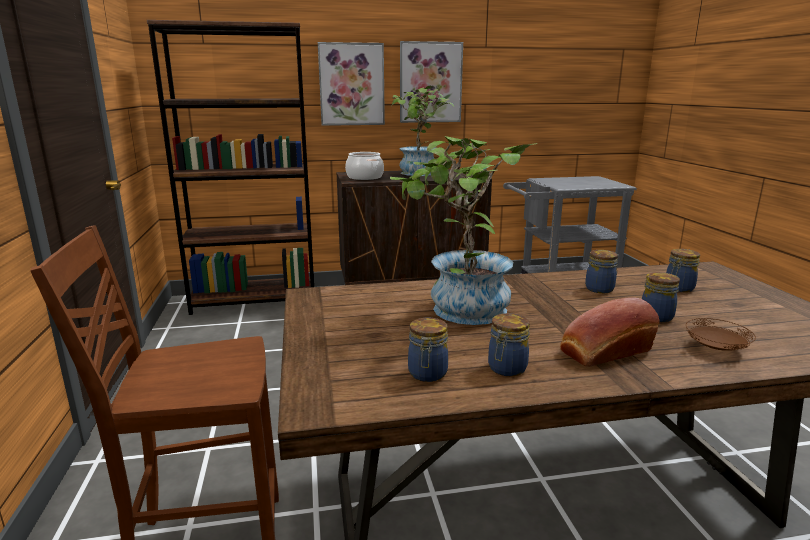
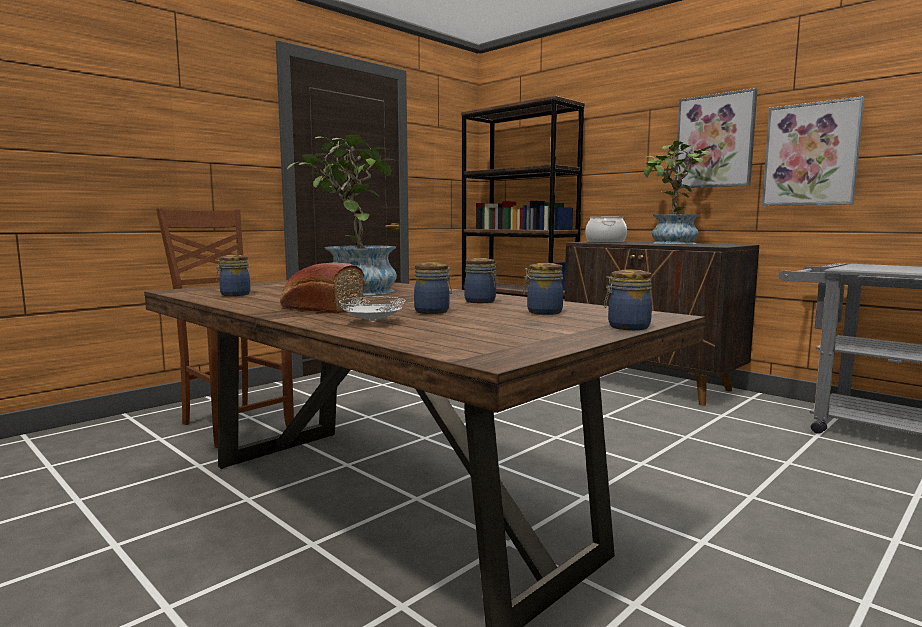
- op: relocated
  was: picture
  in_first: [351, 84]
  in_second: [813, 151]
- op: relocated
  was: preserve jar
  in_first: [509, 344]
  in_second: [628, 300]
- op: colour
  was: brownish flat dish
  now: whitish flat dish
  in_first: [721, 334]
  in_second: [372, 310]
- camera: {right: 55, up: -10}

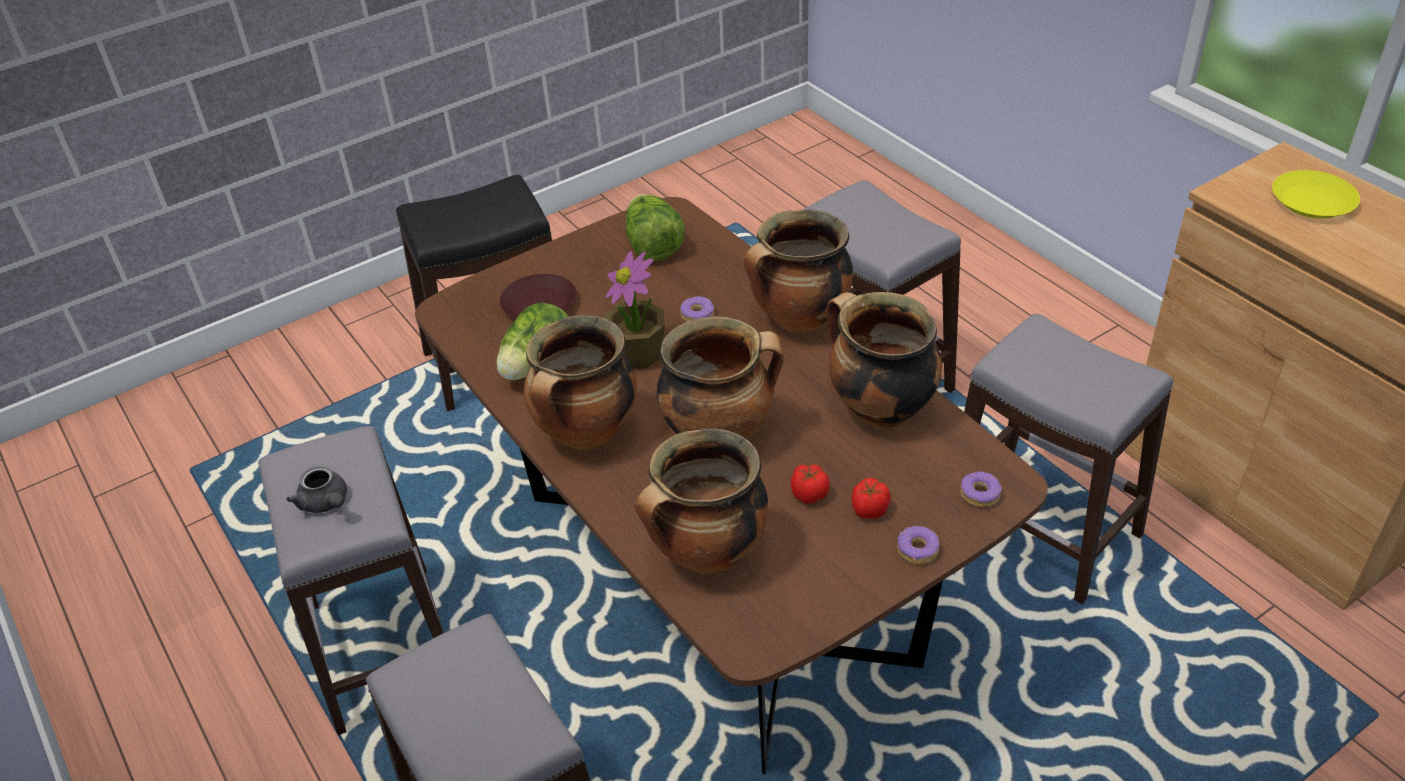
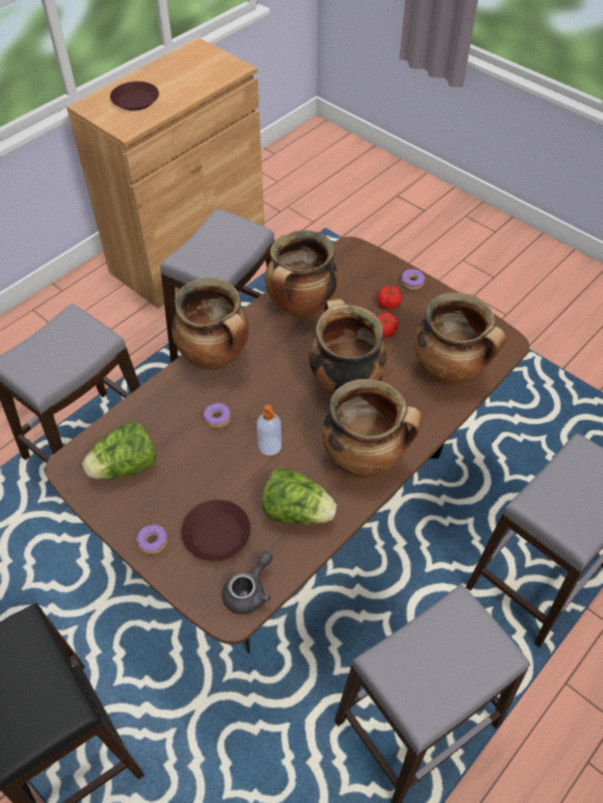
- op: relocated
  was: greyish pot for tea
  in_first: [317, 489]
  in_second: [247, 582]
- op: relocated
  was: donut
  in_first: [981, 489]
  in_second: [152, 539]
- op: exchanged
  was: plant in a pot
  now: soap bottle
  in_first: [634, 310]
  in_second: [269, 430]
- op: colour
  was: yellowish flat dish
  now: brownish flat dish
  in_first: [1316, 194]
  in_second: [134, 96]
- camera: {right: -105, up: 10}

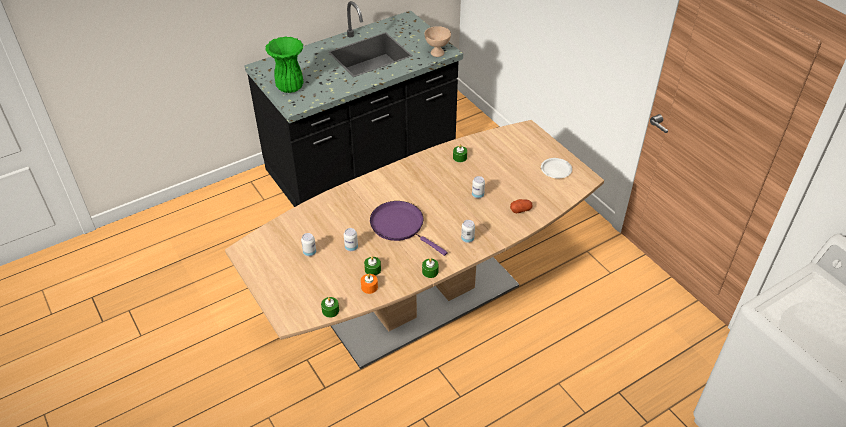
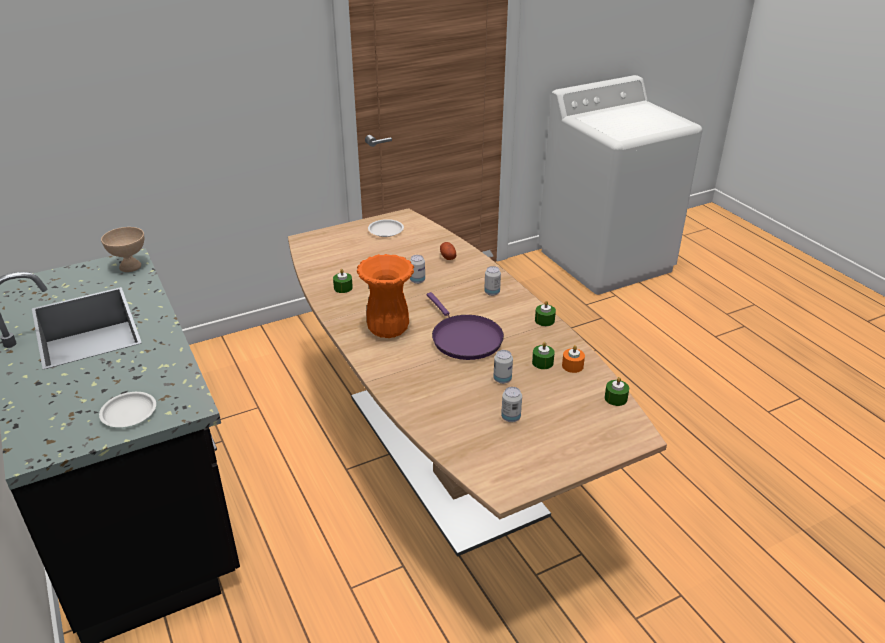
- op: appeared
  now: orange decorative vase
  in_second: [385, 296]
- op: exchanged
  was: green-coloured decorative vase
  now: whitish flat dish
  in_first: [284, 65]
  in_second: [127, 409]
- op: spun
  was: purple skillet
  in_first: [408, 228]
  in_second: [465, 326]
  clockwise: -75
- camera: {right: -85, up: -10}

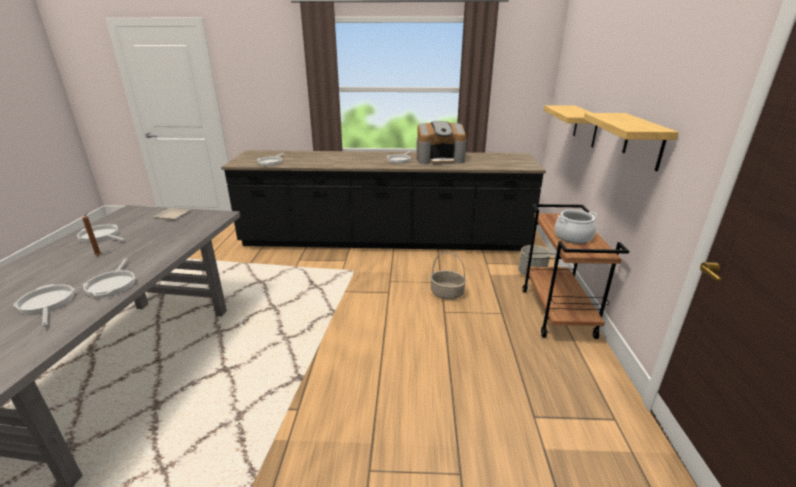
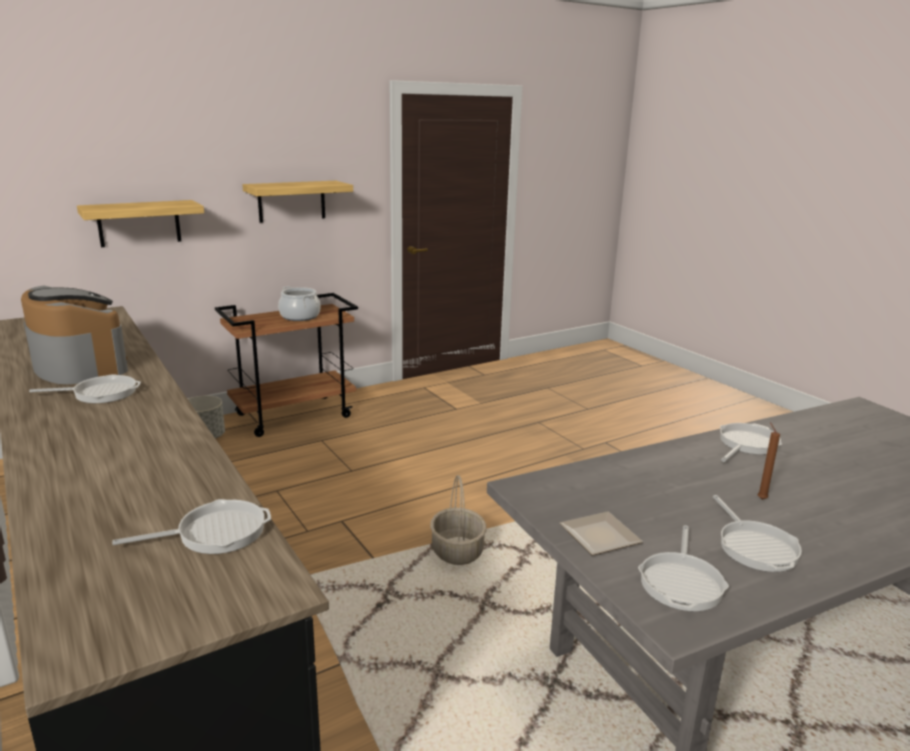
- op: relocated
  was: skillet
  in_first: [44, 305]
  in_second: [683, 568]
- op: relocated
  was: storage basket
  in_first: [448, 275]
  in_second: [458, 520]
- camera: {right: -125, up: -5}

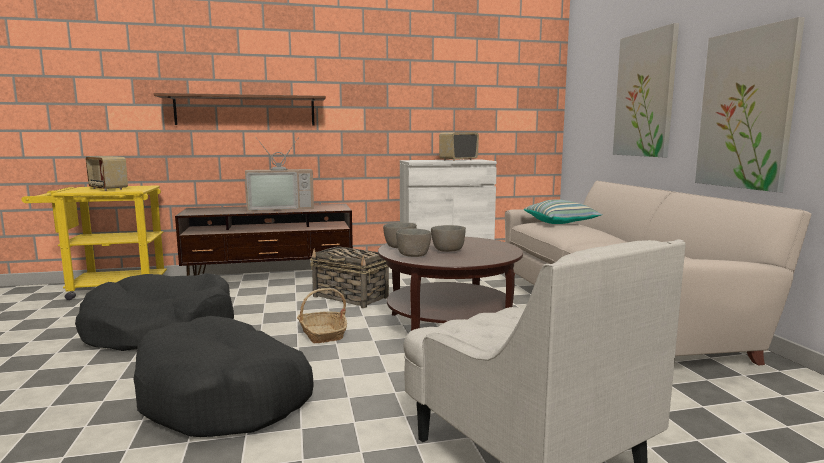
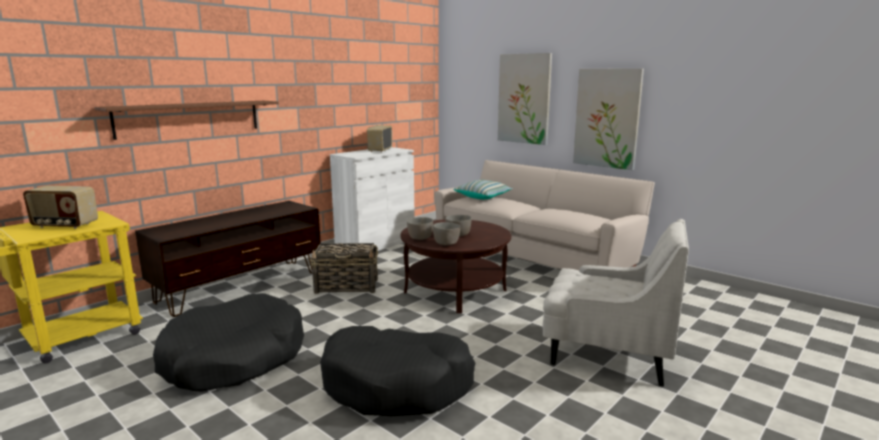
- op: missing
  was: TV
  in_first: [279, 174]
- op: missing
  was: storage basket
  in_first: [322, 315]
- camera: {right: -35, up: 5}

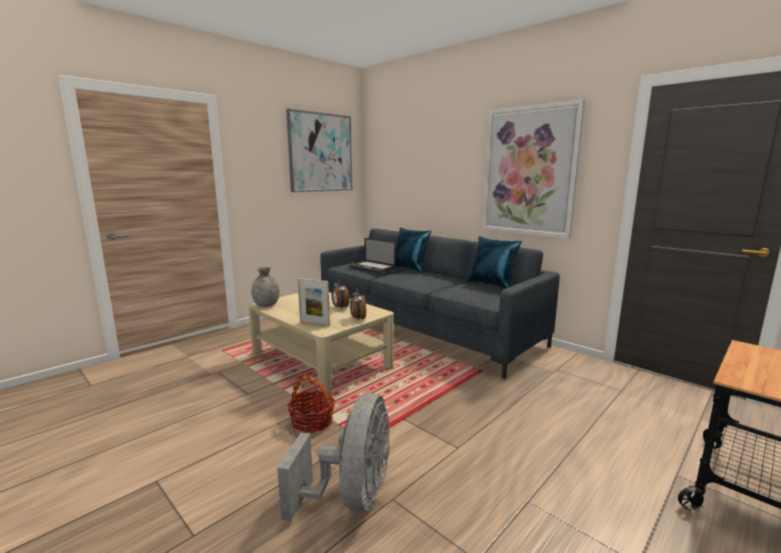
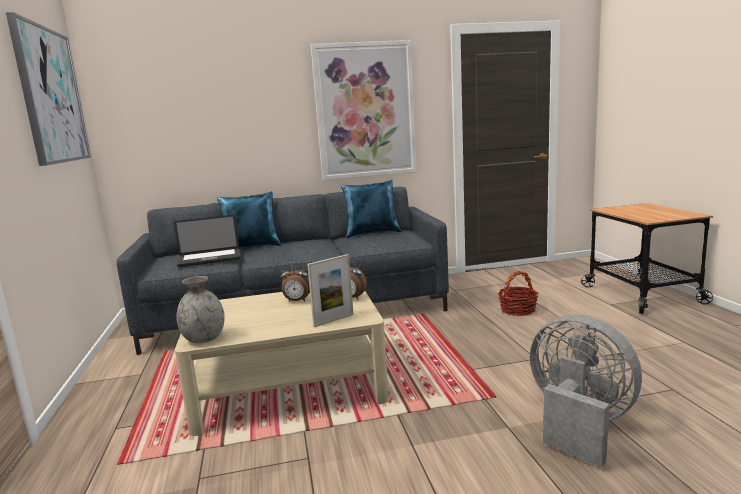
- op: relocated
  was: storage basket
  in_first: [311, 404]
  in_second: [518, 293]
- camera: {right: -55, up: 0}

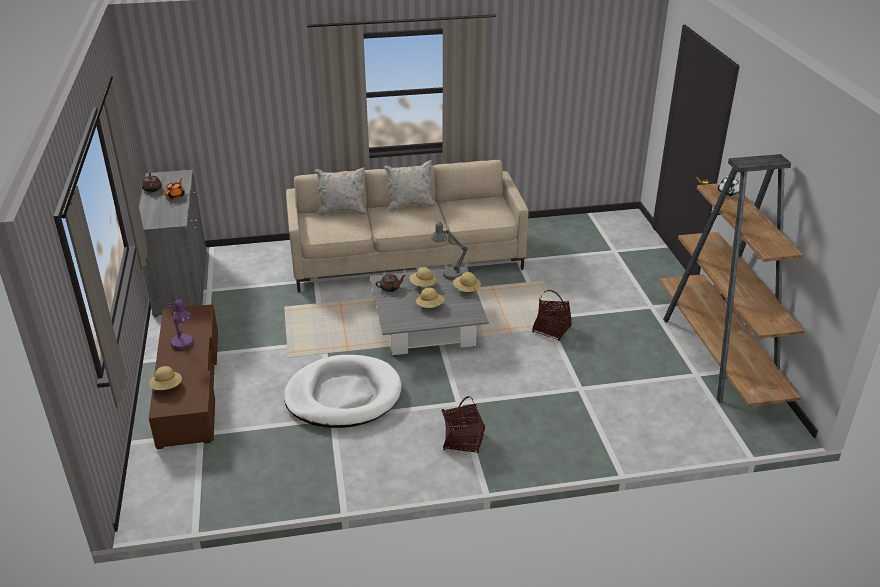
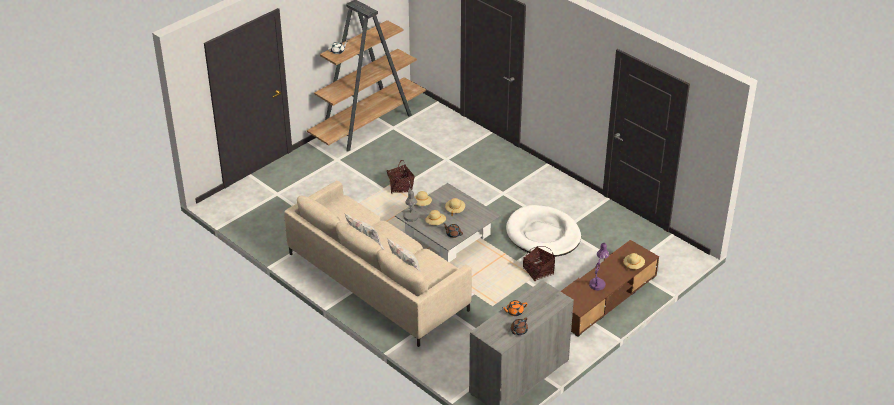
- op: relocated
  was: storage basket
  in_first: [463, 424]
  in_second: [539, 264]
- camera: {right: -125, up: 5}

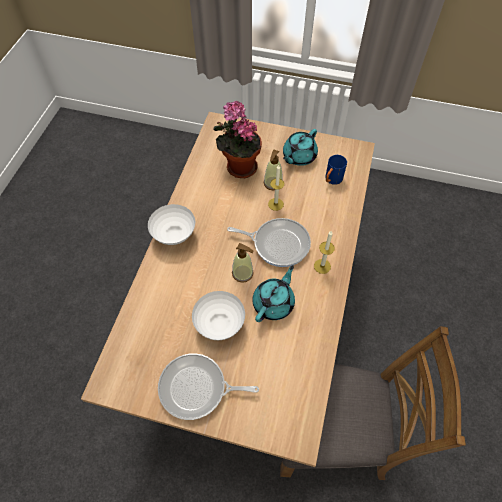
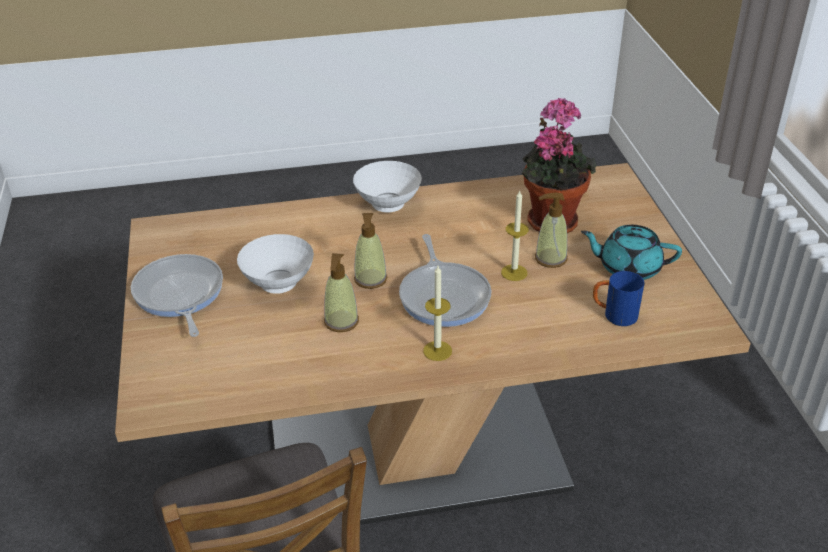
- op: exchanged
  was: turquoise-coloured pot for tea
  now: soap bottle
  in_first: [273, 293]
  in_second: [341, 292]
- camera: {right: 65, up: -20}

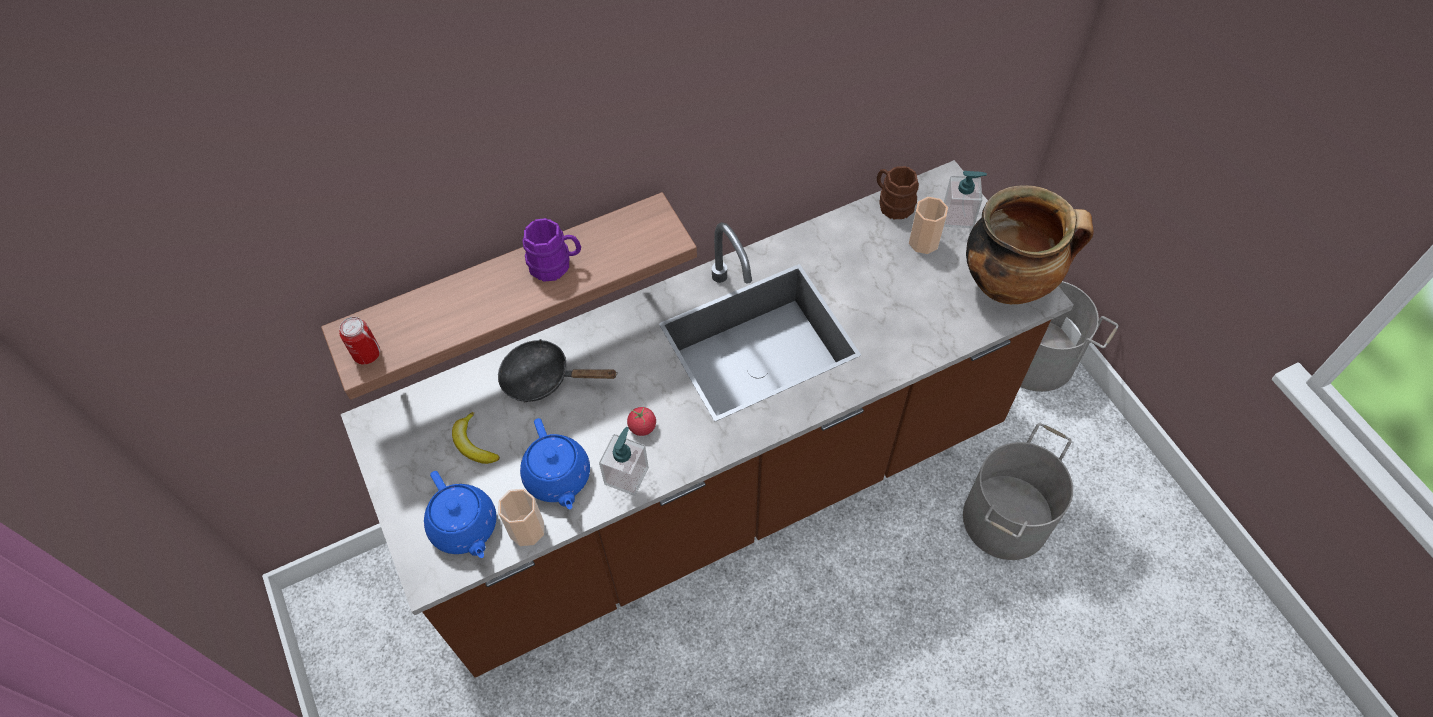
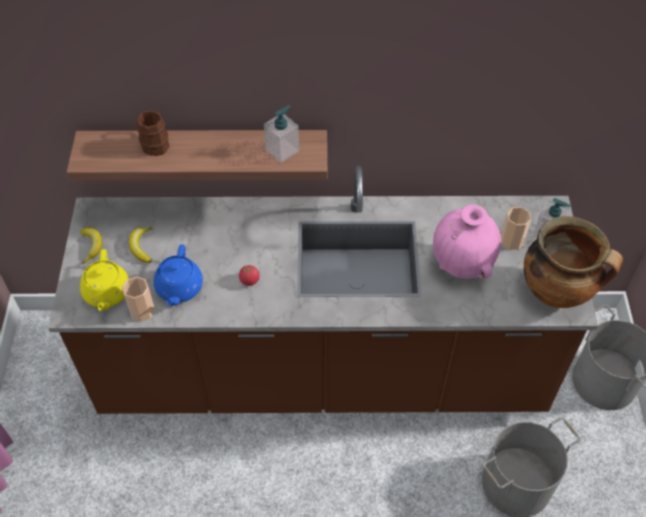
- op: missing
  was: metal can
  in_first: [359, 340]
- op: missing
  was: black skillet
  in_first: [558, 370]
- op: missing
  was: purple coffee mug
  in_first: [551, 250]
- op: appeared
  now: whole banana
  in_second: [91, 246]
- op: appeared
  now: pink-coloured decorative vase
  in_second: [467, 241]
- op: relocated
  was: soap bottle
  in_first: [624, 461]
  in_second: [281, 134]
- op: relocated
  was: brownish coffee mug
  in_first: [898, 192]
  in_second: [152, 133]
- op: colour
  was: blue pot for tea
  now: yellowish pot for tea
  in_first: [460, 514]
  in_second: [104, 280]
- camera: {right: 25, up: -5}

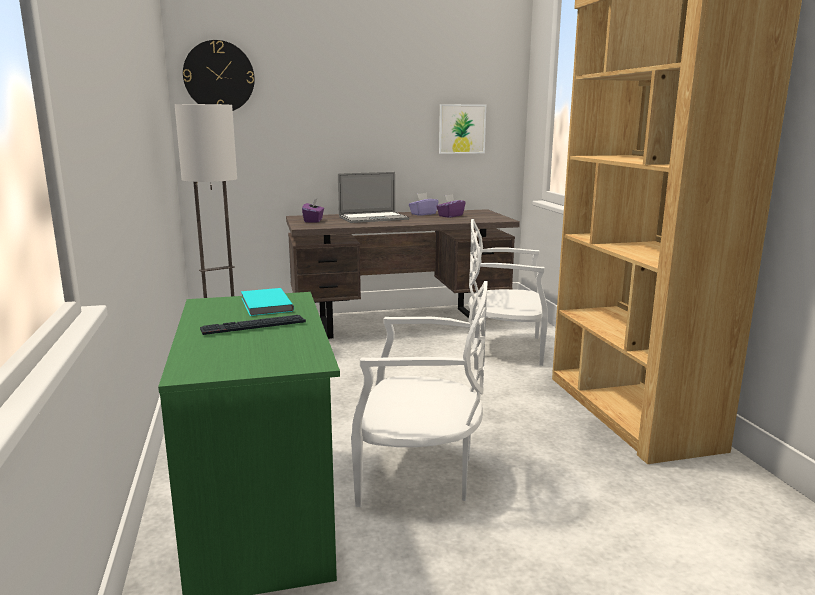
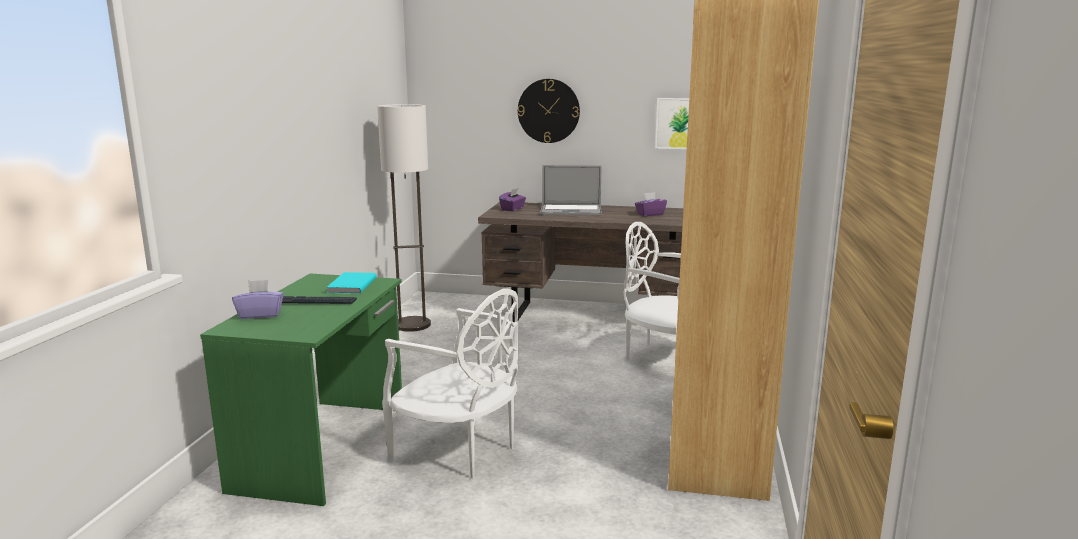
- op: relocated
  was: clock on the wall
  in_first: [219, 75]
  in_second: [549, 111]
- op: relocated
  was: purple box of tissues
  in_first: [424, 204]
  in_second: [258, 299]
- camera: {right: 25, up: 0}

